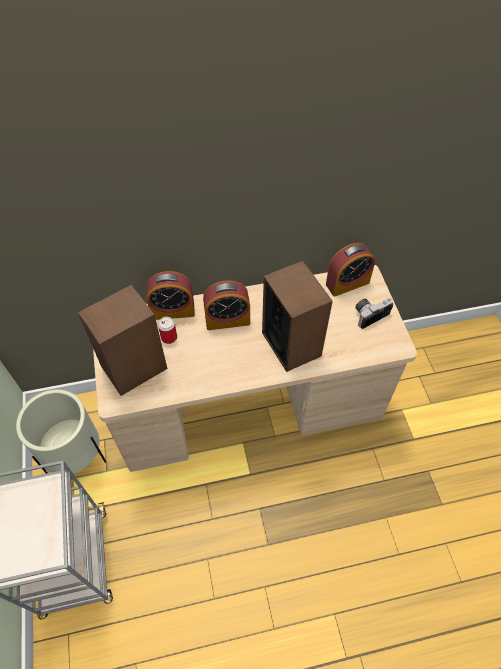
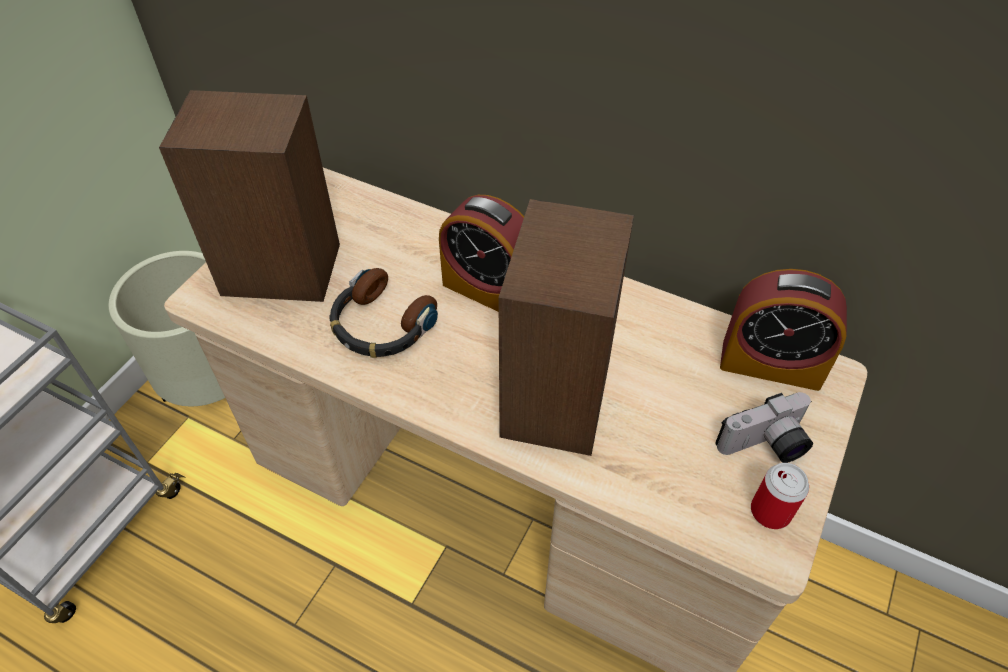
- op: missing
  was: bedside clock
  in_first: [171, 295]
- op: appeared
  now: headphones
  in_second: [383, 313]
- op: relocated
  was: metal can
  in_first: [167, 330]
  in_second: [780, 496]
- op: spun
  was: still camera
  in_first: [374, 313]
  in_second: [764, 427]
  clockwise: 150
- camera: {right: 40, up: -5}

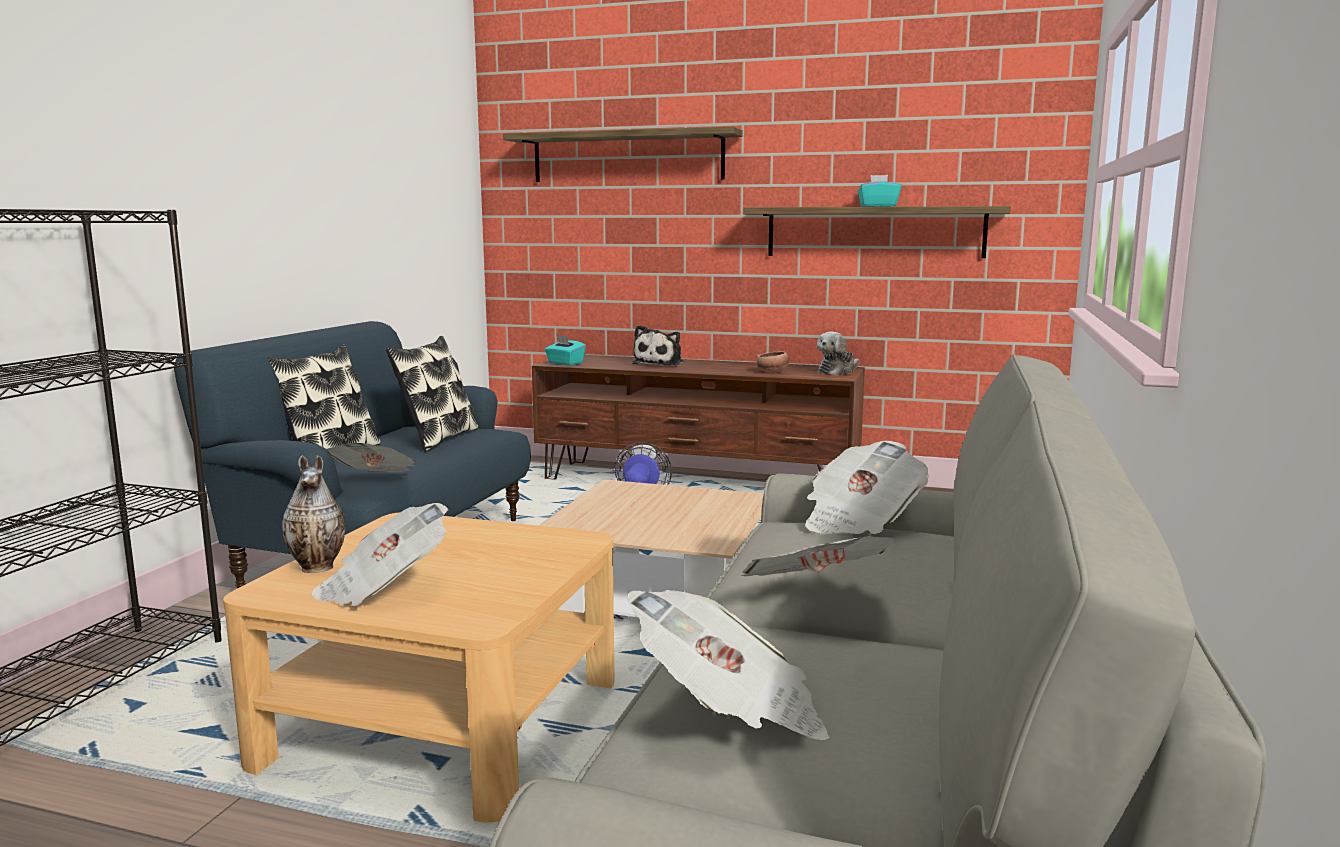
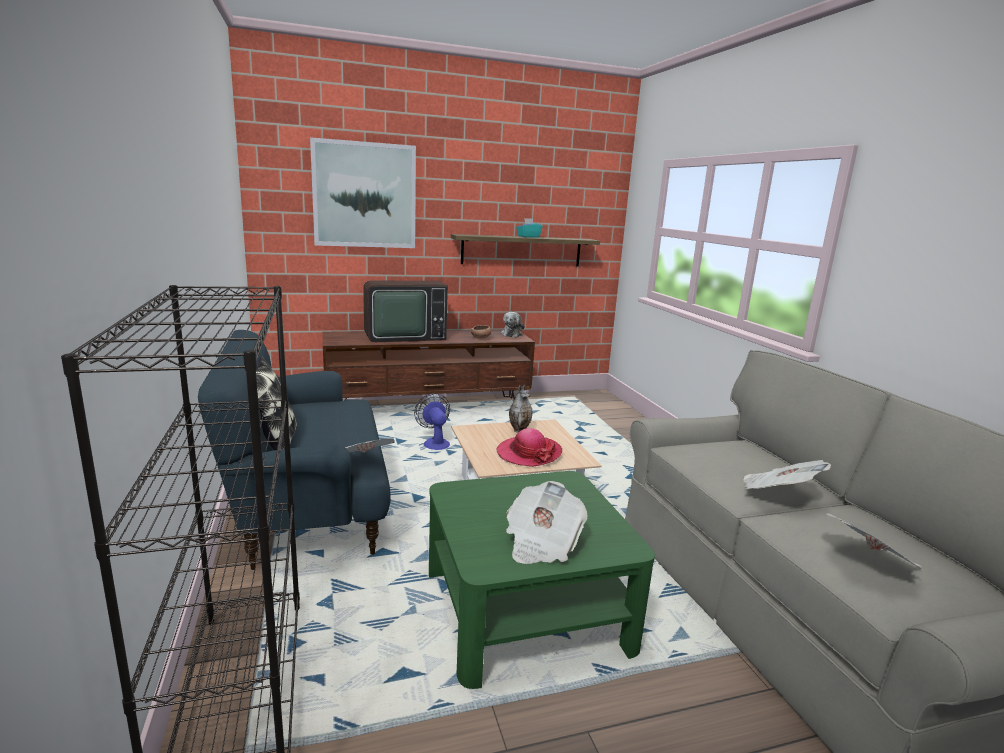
- op: missing
  was: cushion
  in_first: [432, 394]
- op: missing
  was: turquoise-coloured box of tissues
  in_first: [565, 349]
- op: missing
  was: newspaper
  in_first: [867, 487]
- op: appeared
  now: hat
  in_second: [529, 447]
- op: relocated
  was: decorative vase
  in_first: [313, 514]
  in_second: [520, 408]
- op: exchanged
  was: wall shelf
  now: picture
  in_first: [623, 154]
  in_second: [363, 192]
- op: exchanged
  was: plush toy
  now: TV
  in_first: [658, 345]
  in_second: [405, 311]
- op: colour
  was: beige low table
  now: green-coloured low table
  in_first: [419, 667]
  in_second: [542, 580]
- camera: {right: -35, up: 5}

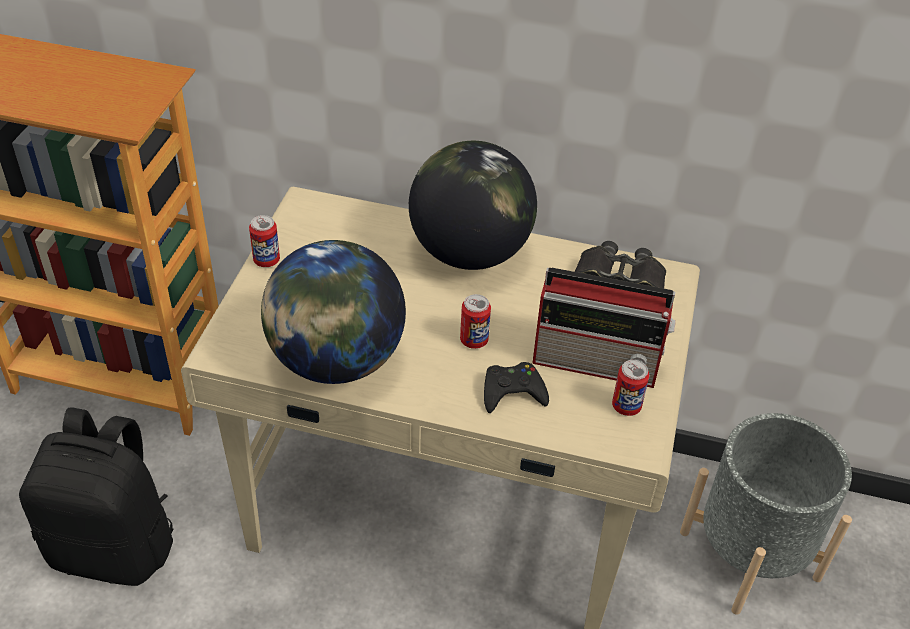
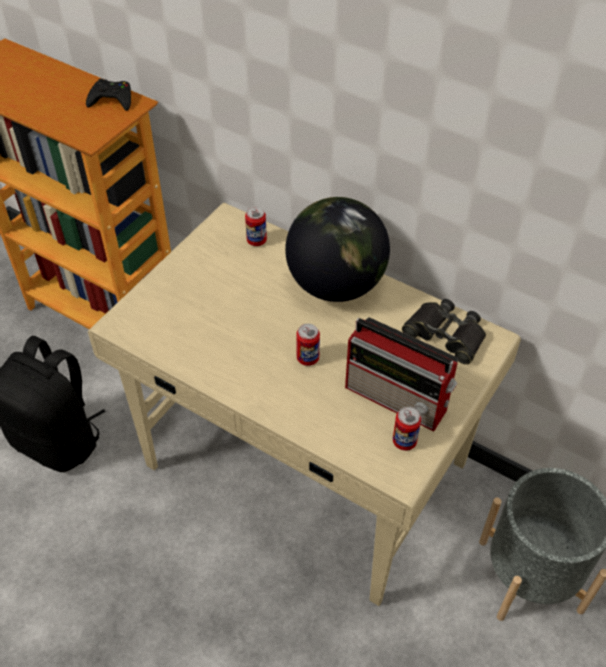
- op: missing
  was: world globe
  in_first: [333, 312]
- op: relocated
  was: metal can
  in_first: [264, 241]
  in_second: [256, 226]
- op: relocated
  was: black gamepad
  in_first: [516, 387]
  in_second: [108, 95]
- camera: {right: 20, up: 5}

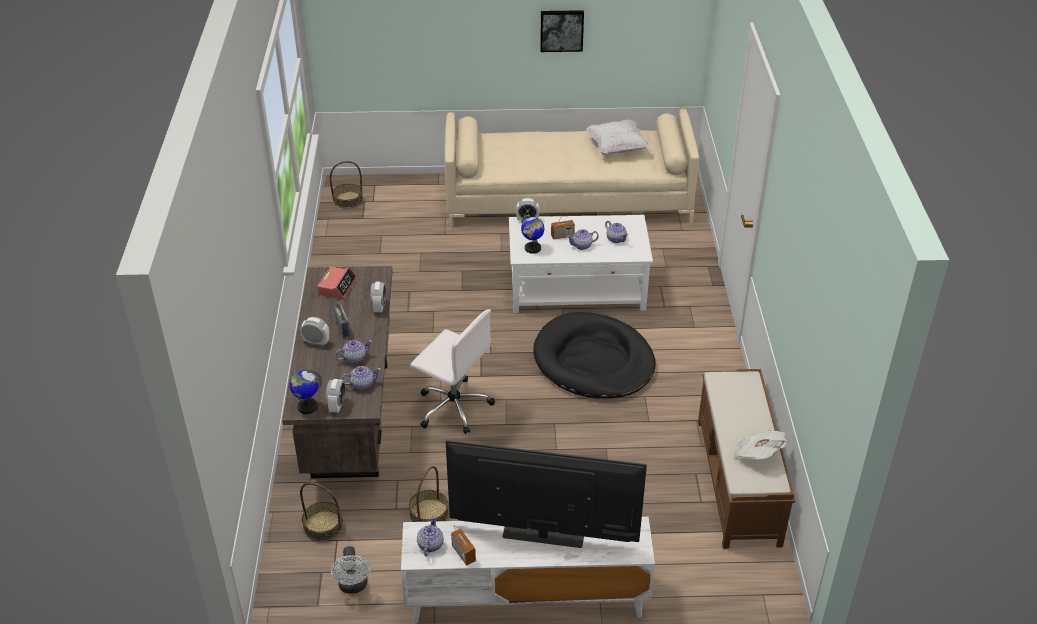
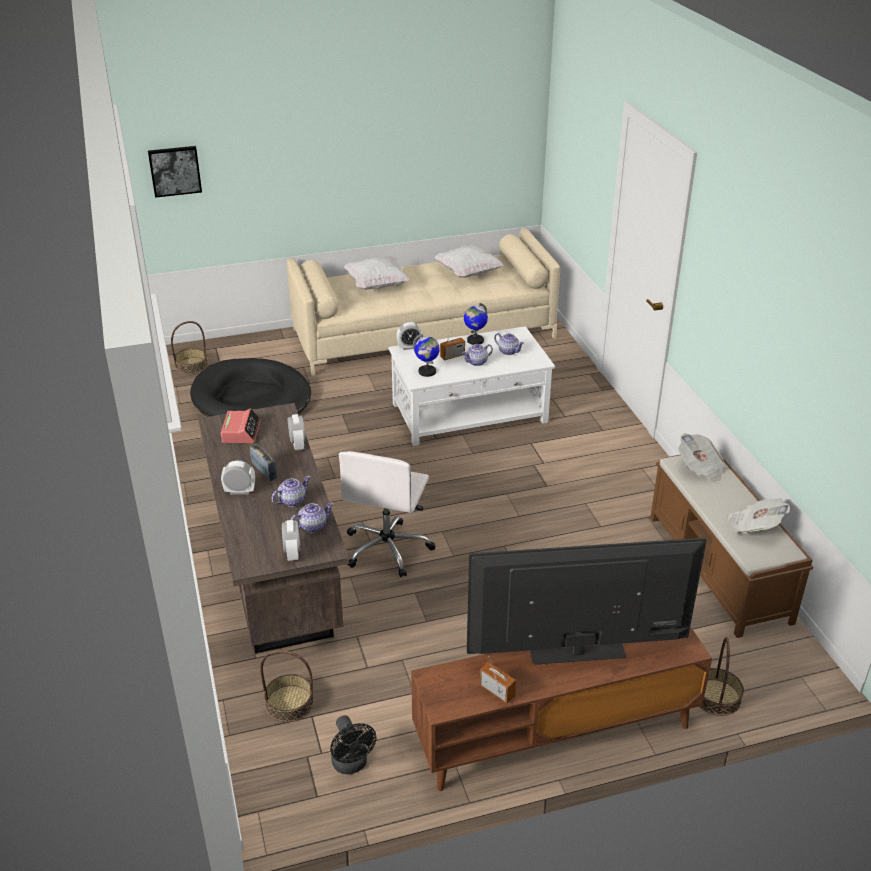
- op: missing
  was: pot for tea
  in_first: [430, 536]
- op: appeared
  now: whitish cushion
  in_second: [376, 273]
- op: appeared
  now: newspaper
  in_second: [702, 458]
- op: relocated
  was: world globe
  in_first: [306, 392]
  in_second: [476, 324]
- op: relocated
  was: storage basket
  in_first: [429, 494]
  in_second: [721, 676]
- op: relocated
  was: black pet bed
  in_first: [594, 355]
  in_second: [250, 387]
- op: relocated
  was: picture
  in_first: [562, 31]
  in_second: [175, 172]
- op: colour
  was: whitish cooling fan
  now: black cooling fan
  in_first: [350, 570]
  in_second: [353, 744]
- op: colour
  was: whitish media console
  now: brownish media console
  in_first: [528, 570]
  in_second: [561, 708]
- op: spun
  was: whitish office chair
  in_first: [452, 371]
  in_second: [387, 514]
  clockwise: 90
- camera: {right: -15, up: -5}

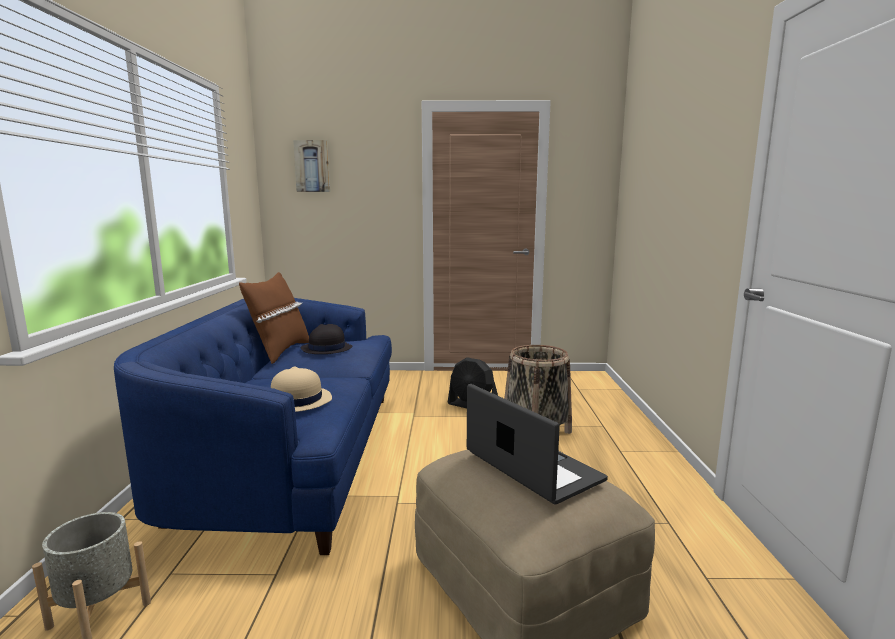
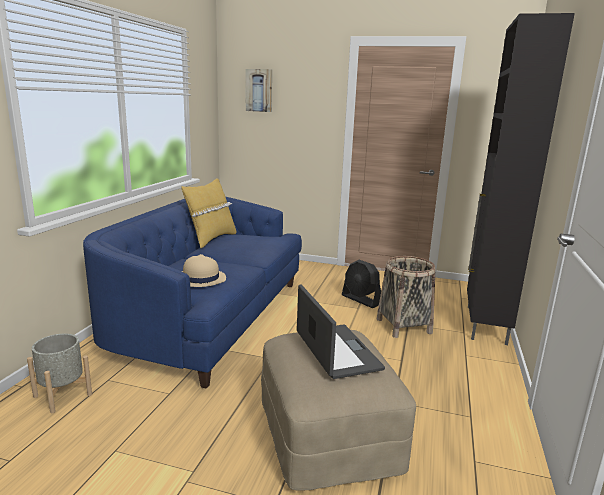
- op: missing
  was: black hat
  in_first: [326, 339]
- op: appeared
  now: black cabinet
  in_second: [521, 179]
- op: colour
  was: brownish cushion
  now: yellowish cushion
  in_first: [274, 318]
  in_second: [209, 213]
- camera: {right: 15, up: 5}

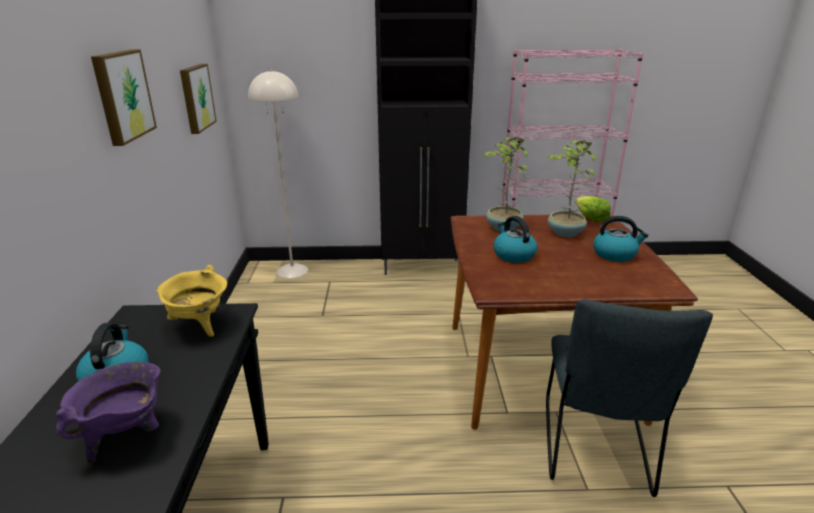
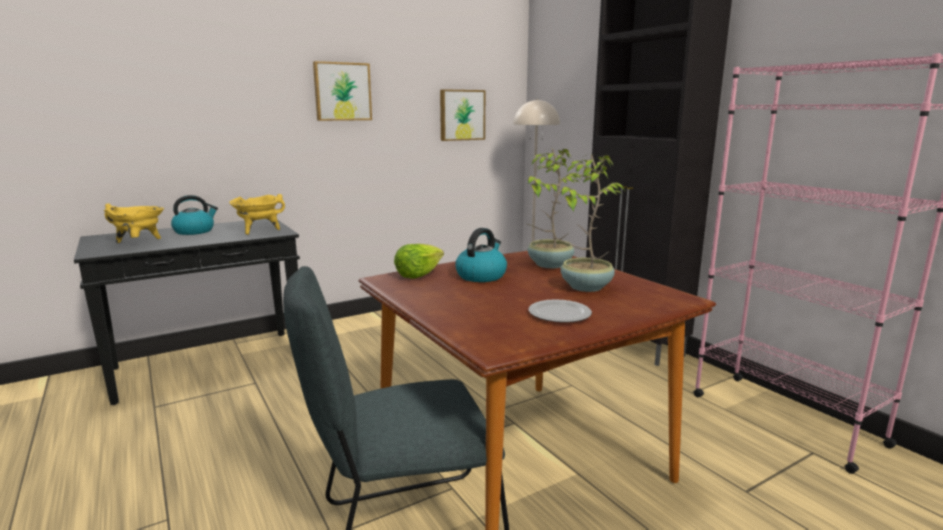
- op: relocated
  was: head of lettuce
  in_first: [593, 209]
  in_second: [419, 261]
- op: exchanged
  was: kettle
  now: flat dish
  in_first: [620, 239]
  in_second: [560, 311]
- op: colour
  was: purple saucepot
  now: yellowish saucepot
  in_first: [108, 413]
  in_second: [134, 223]
- camera: {right: 60, up: -10}

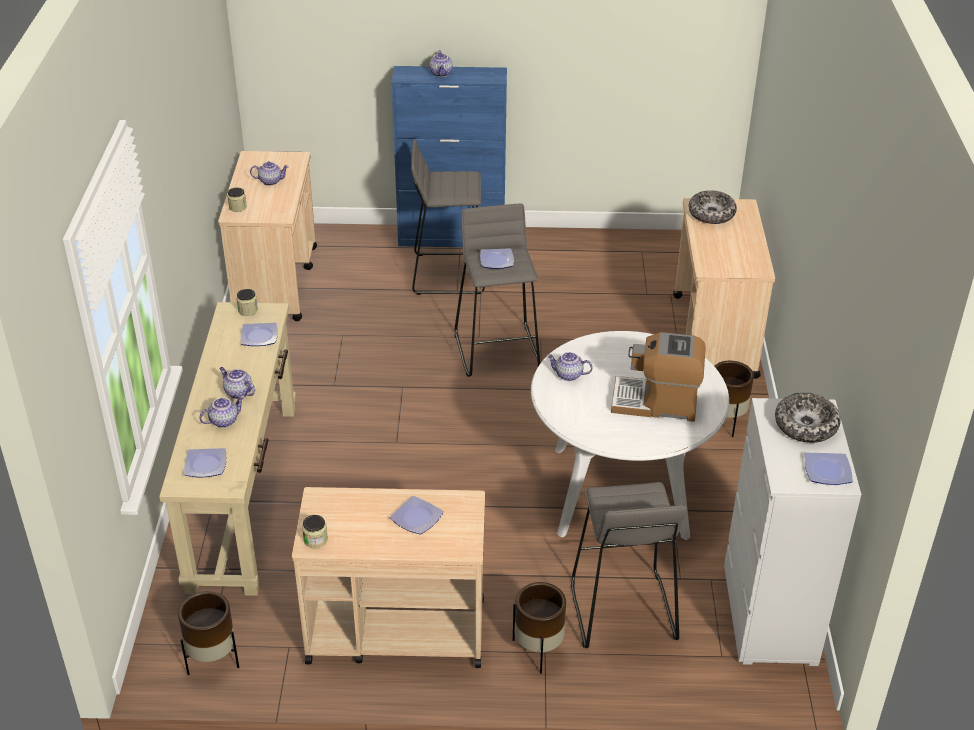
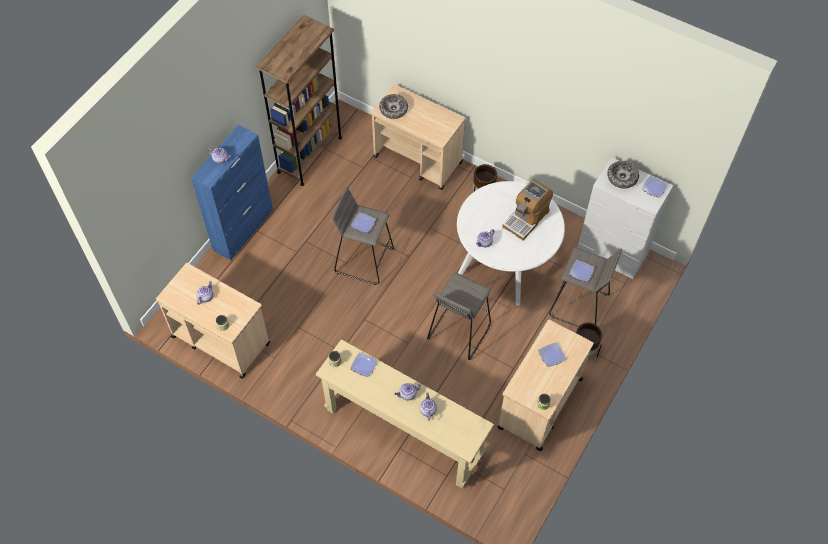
- op: missing
  was: brownish planter
  in_first: [208, 633]
- op: appeared
  now: brownish shelving unit
  in_second: [299, 100]
- op: relocated
  was: flat dish
  in_first: [205, 462]
  in_second: [582, 271]
- op: relocated
  was: greyish stool
  in_first: [448, 217]
  in_second: [459, 316]
- camera: {right: -60, up: 20}

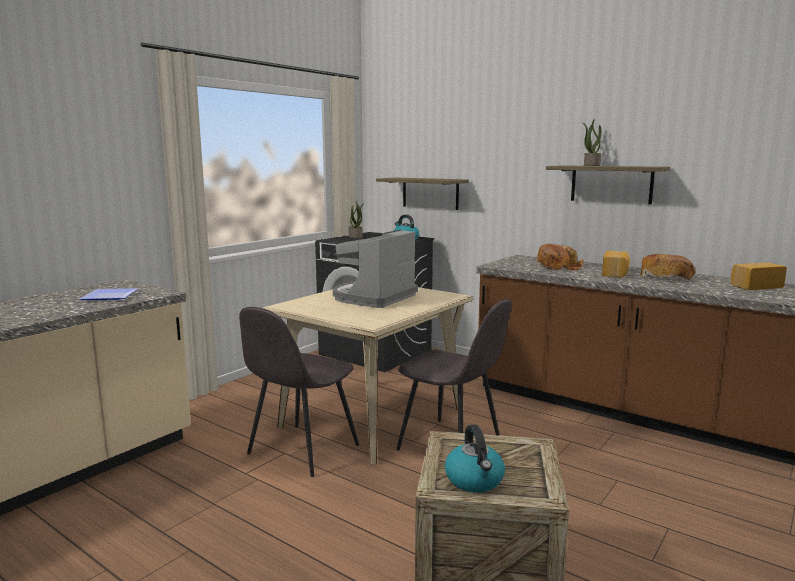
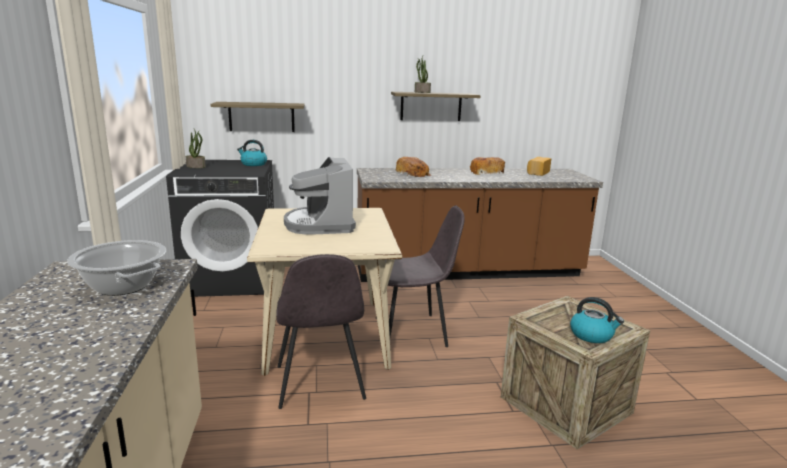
- op: missing
  was: bakery bread
  in_first: [616, 264]
- op: exchanged
  was: flat dish
  now: saucepot
  in_first: [108, 294]
  in_second: [116, 268]
- camera: {right: -45, up: 5}

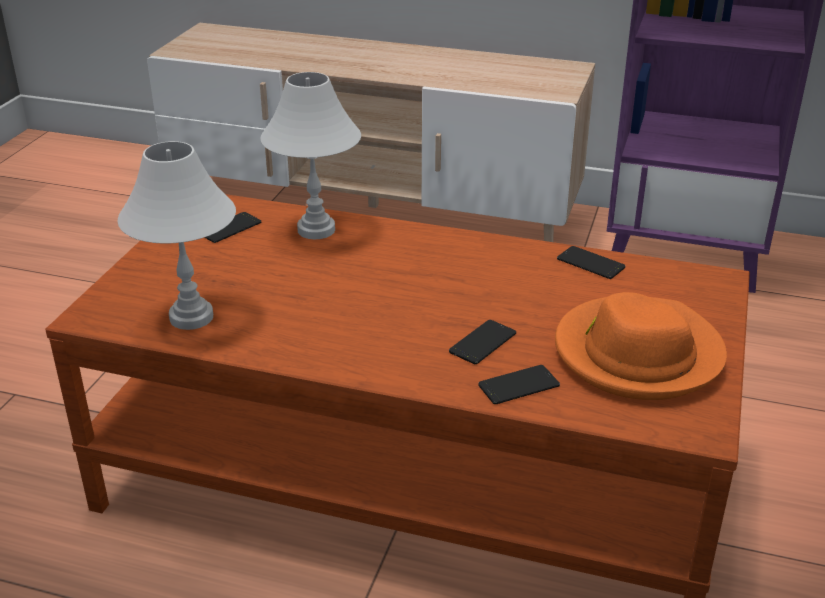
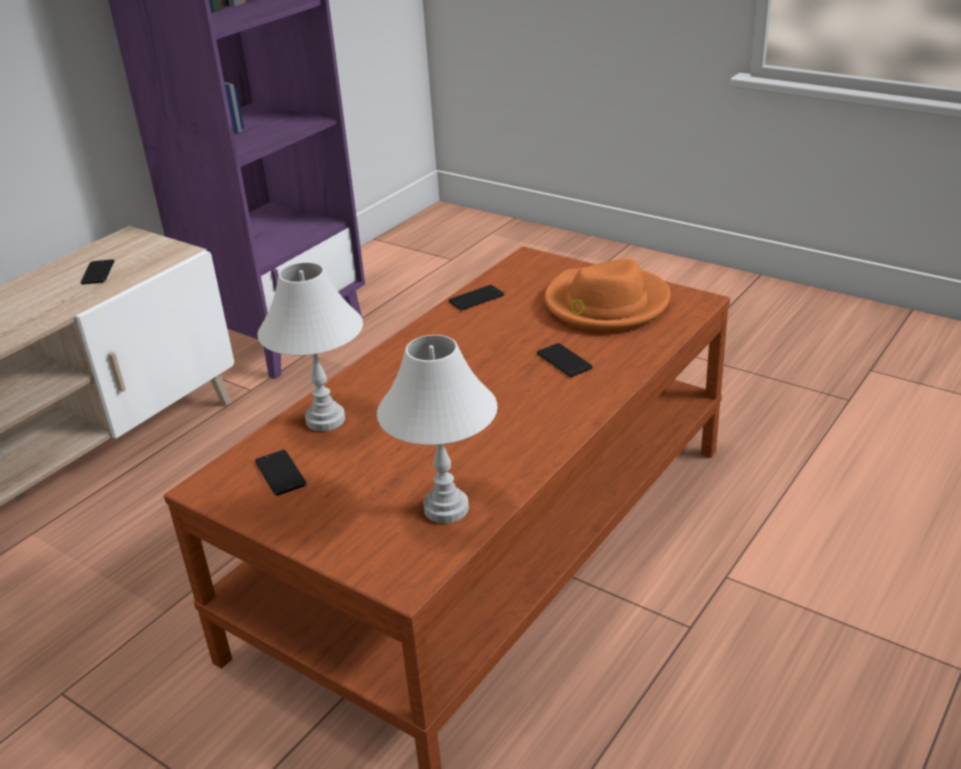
- op: relocated
  was: phone
  in_first: [519, 384]
  in_second: [97, 271]
- camera: {right: -70, up: 0}

